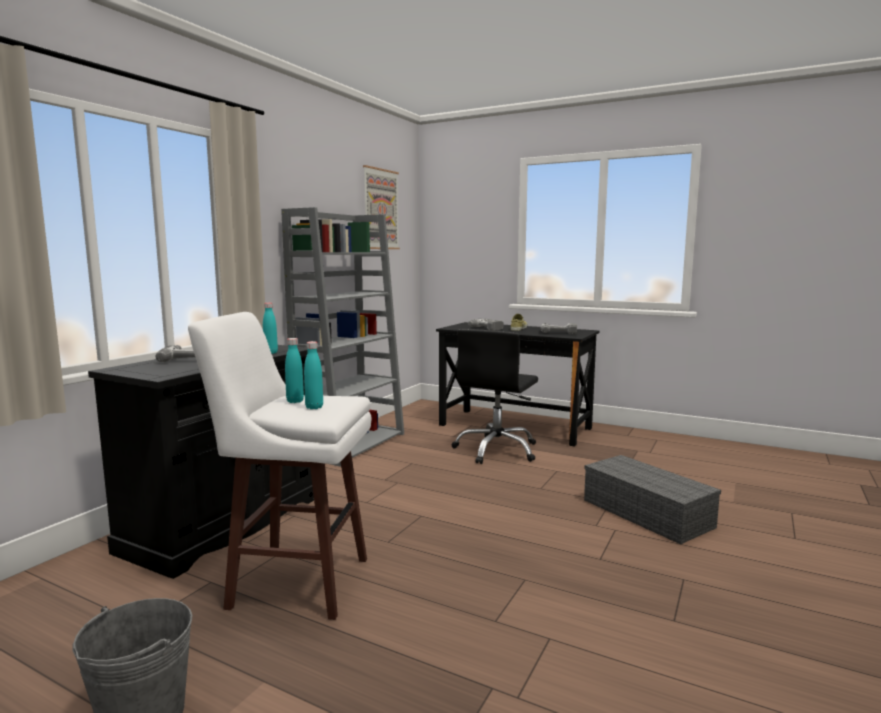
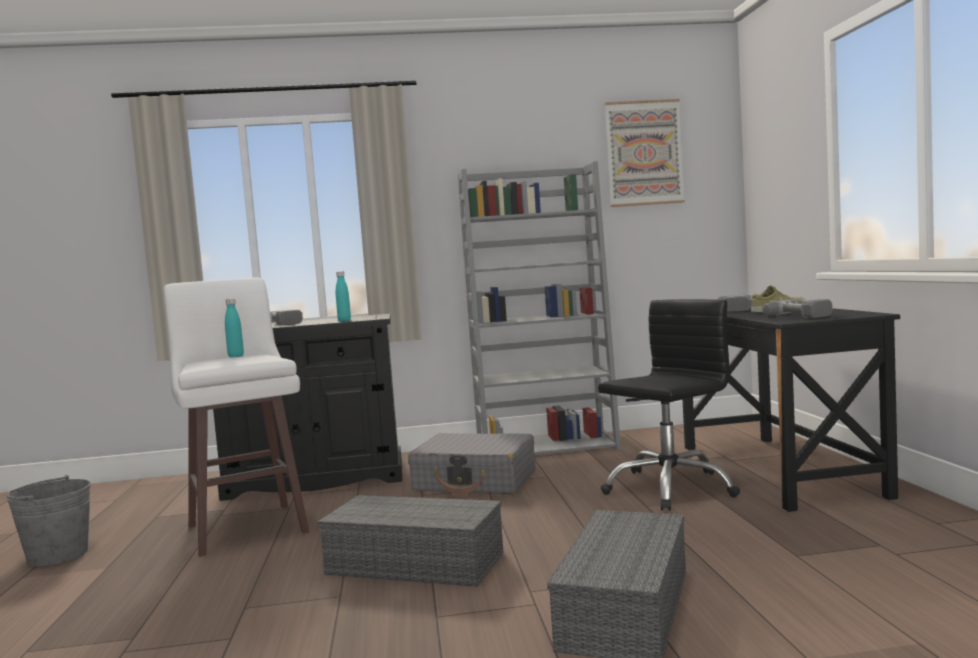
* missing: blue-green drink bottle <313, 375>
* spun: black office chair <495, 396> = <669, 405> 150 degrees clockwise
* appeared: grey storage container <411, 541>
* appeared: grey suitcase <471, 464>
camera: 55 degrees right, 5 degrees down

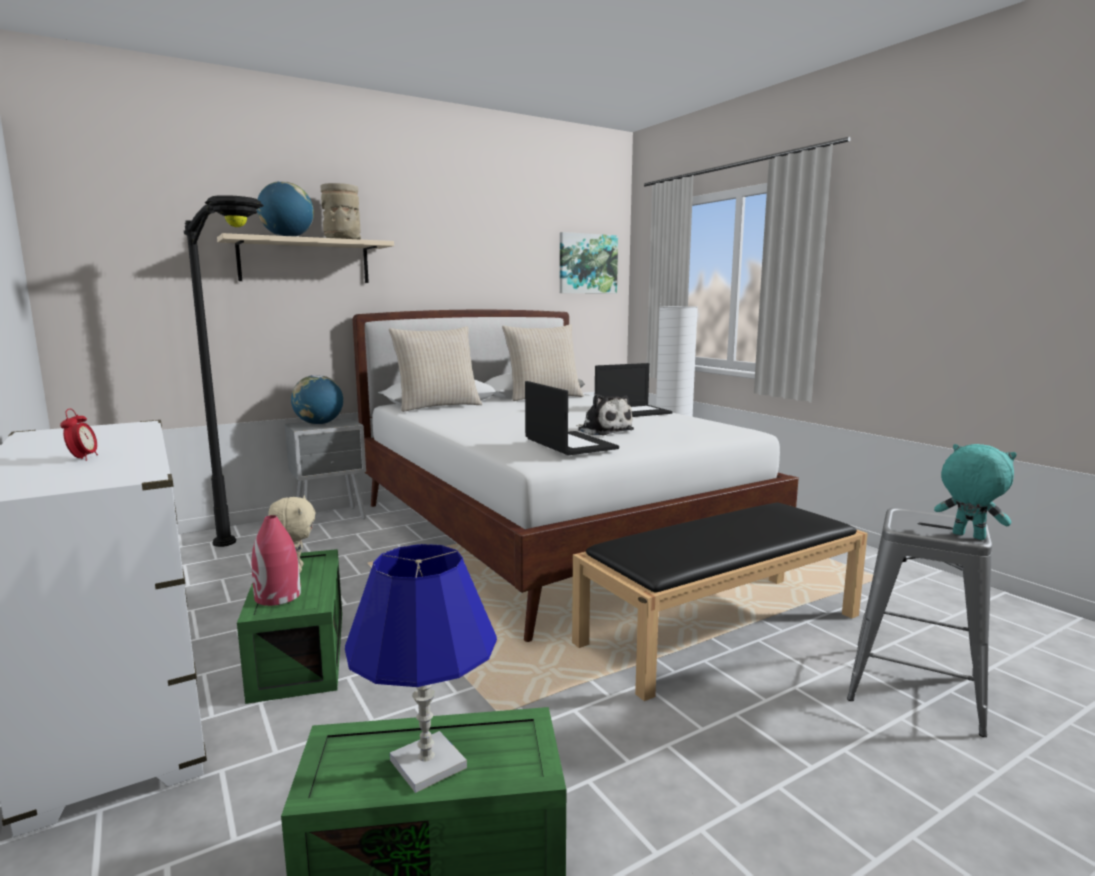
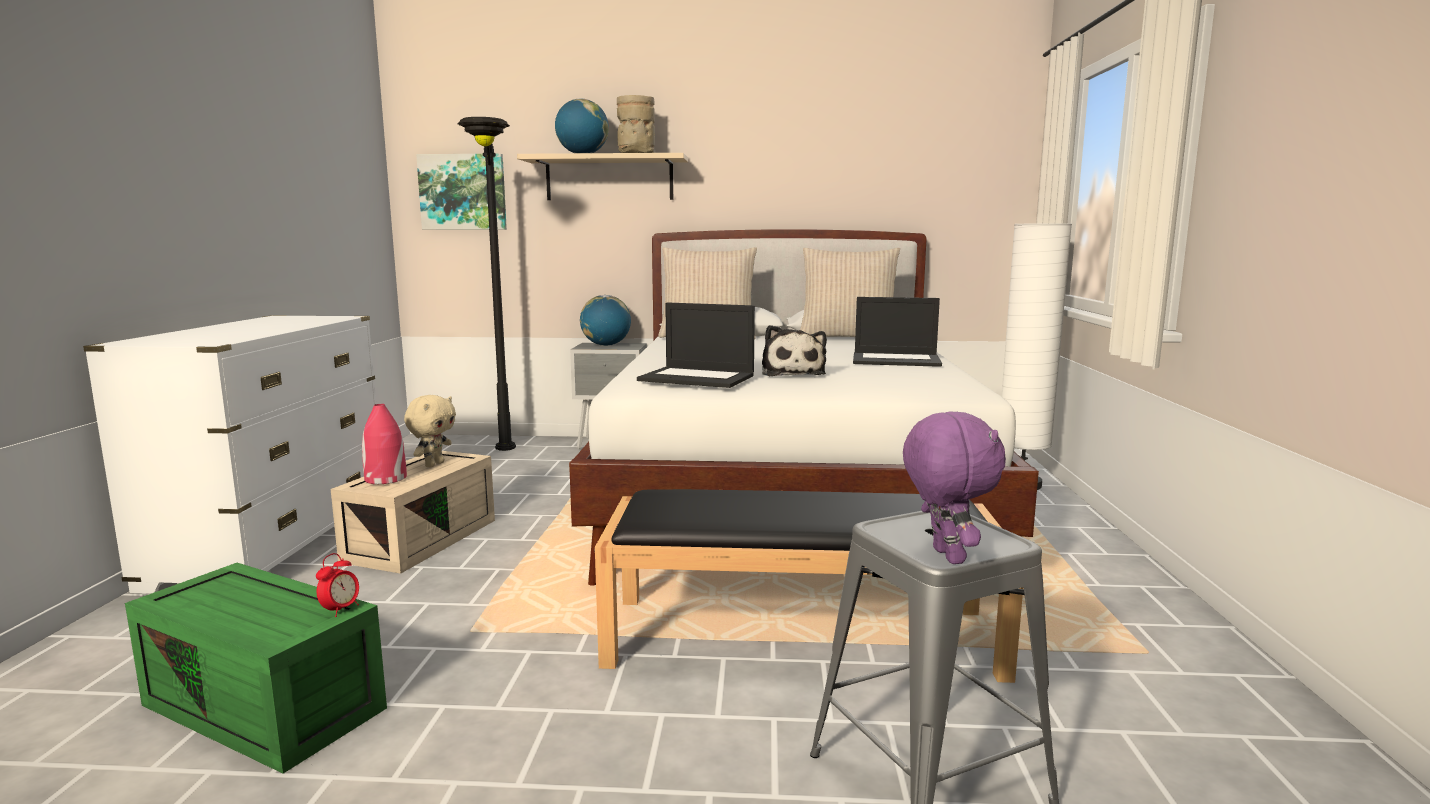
* relocated: bedside clock <79, 435> to <337, 585>
* colour: greenish storage container <289, 626> to beige storage container <413, 512>
* missing: blue lamp for a table <421, 668>
* spun: notebook computer <572, 418> = <696, 345> 105 degrees clockwise
* relocated: wall picture <589, 263> to <461, 192>
* colour: blue-green plush toy <975, 492> to purple plush toy <954, 488>
camera: 35 degrees right, 0 degrees up

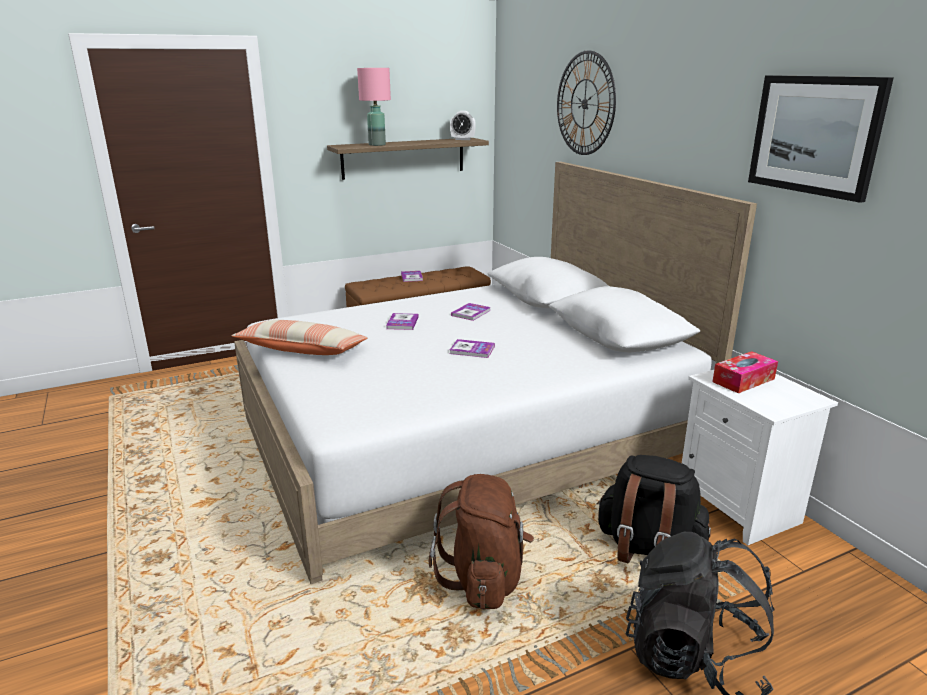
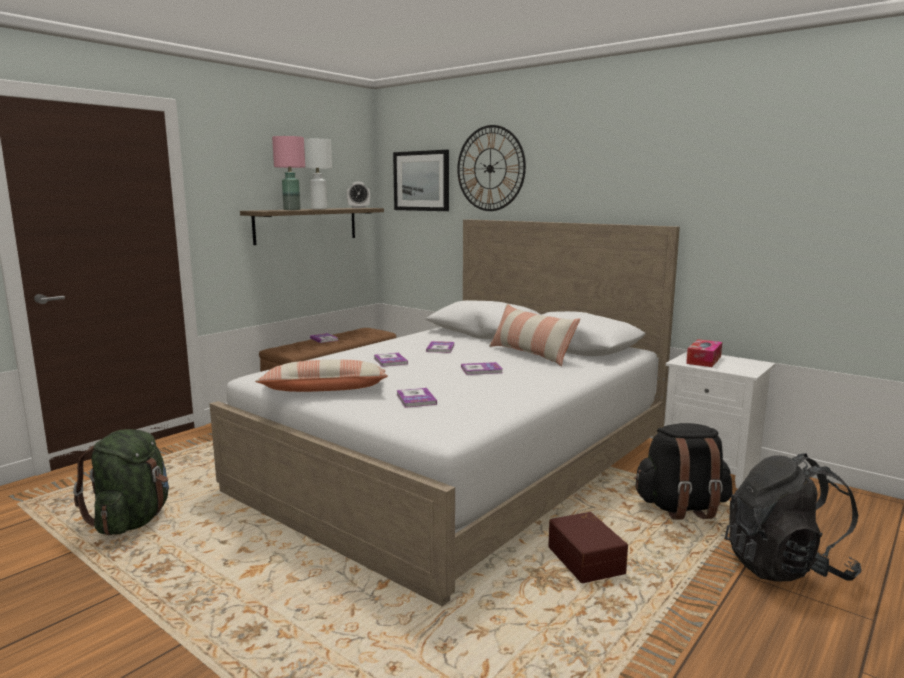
* exchanged: brownish knapsack <481, 542> to brownish storage container <588, 547>
* relocated: wall picture <821, 139> to <421, 180>
* appeared: greenish knapsack <121, 482>
* appeared: white lamp for a table <318, 174>
* appeared: bound book <416, 398>
* appeared: throw pillow <535, 335>
camera: 25 degrees left, 10 degrees down

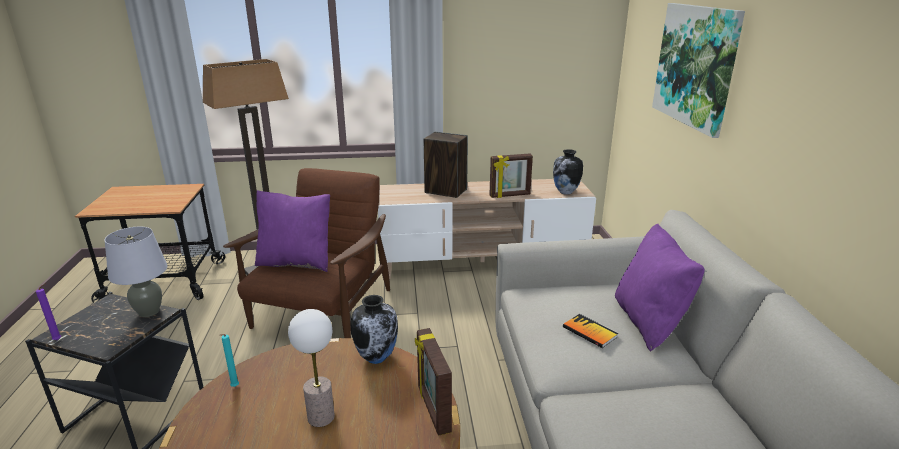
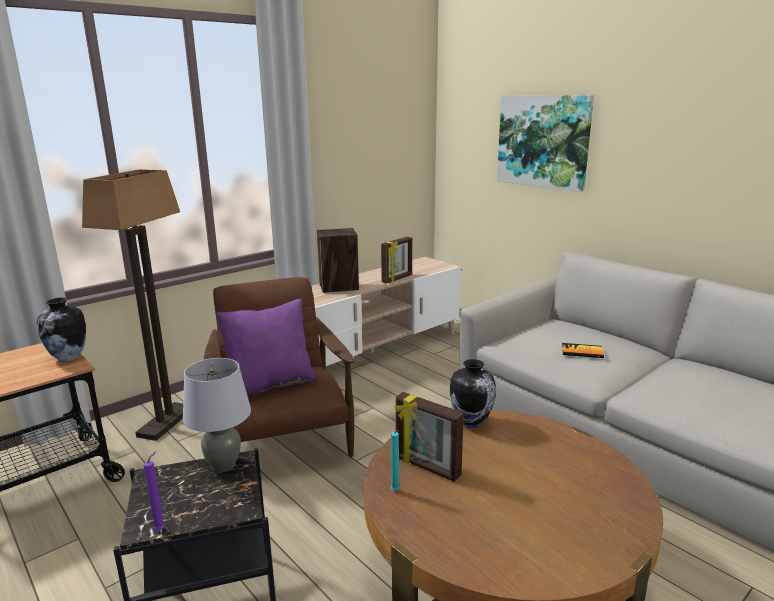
* missing: lamp for a table <311, 368>
* relocated: standing frame <433, 381> to <429, 437>
* relocated: decorative vase <568, 172> to <61, 329>
* missing: purple throw pillow <660, 287>
camera: 35 degrees left, 5 degrees down

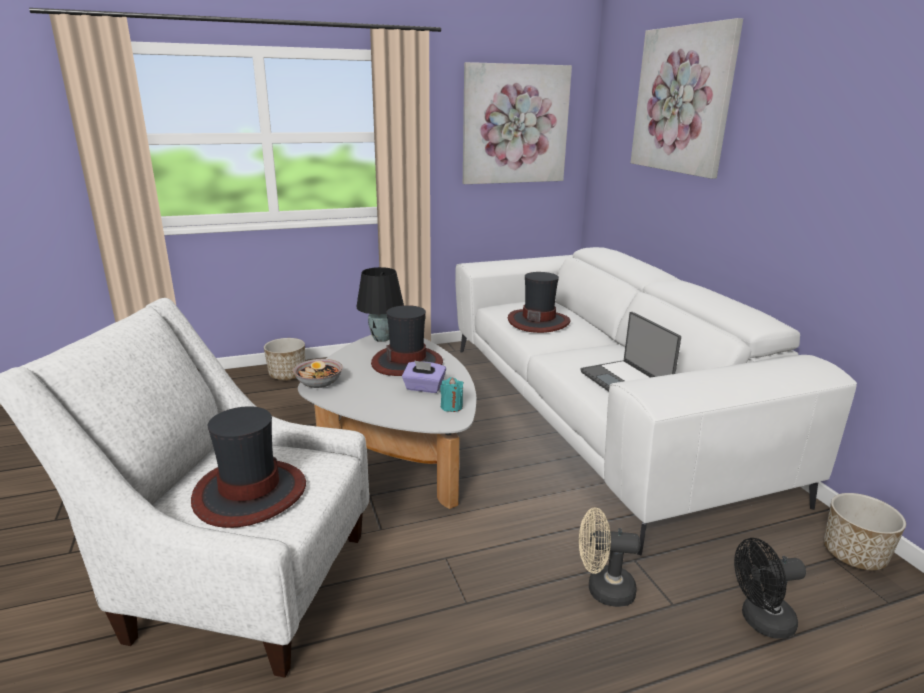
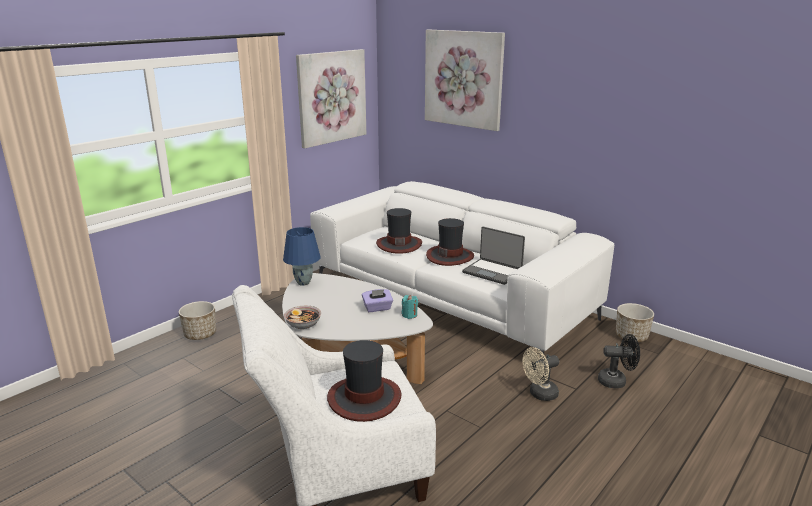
* colour: black lamp for a table <380, 304> to blue lamp for a table <301, 256>
* relocated: wearable hat <407, 340> to <450, 242>
* spun: black fan <770, 588> = <619, 361> 135 degrees counterclockwise
camera: 30 degrees left, 0 degrees up

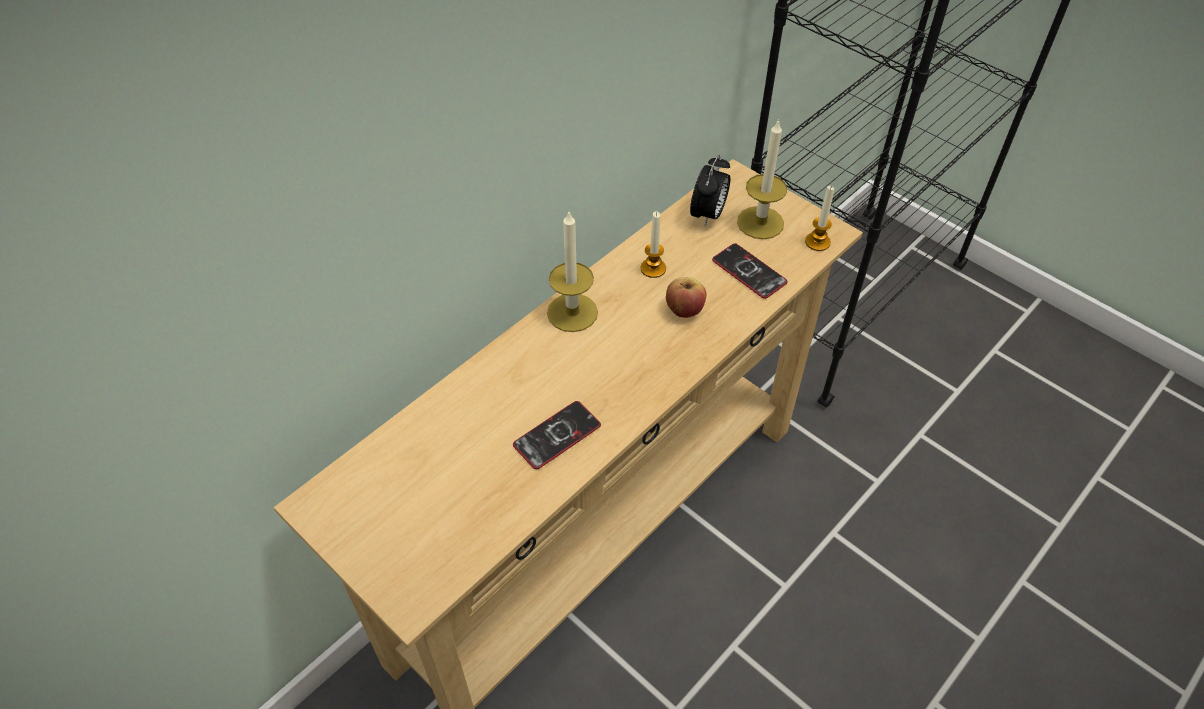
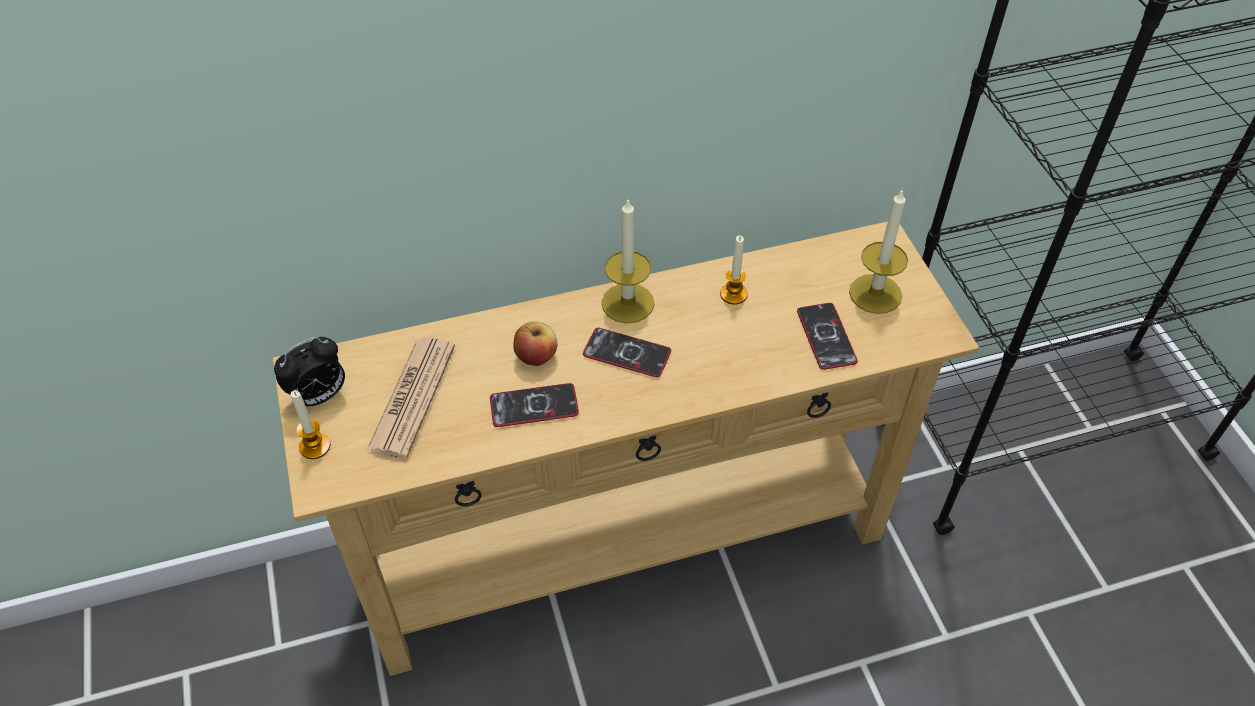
* relocated: apple <686, 297> to <535, 343>
* relocated: bedside clock <710, 190> to <309, 371>
* relocated: wax light <819, 218> to <311, 424>
* appeared: newspaper <410, 398>
* appeared: phone <627, 352>
camera: 30 degrees right, 0 degrees up

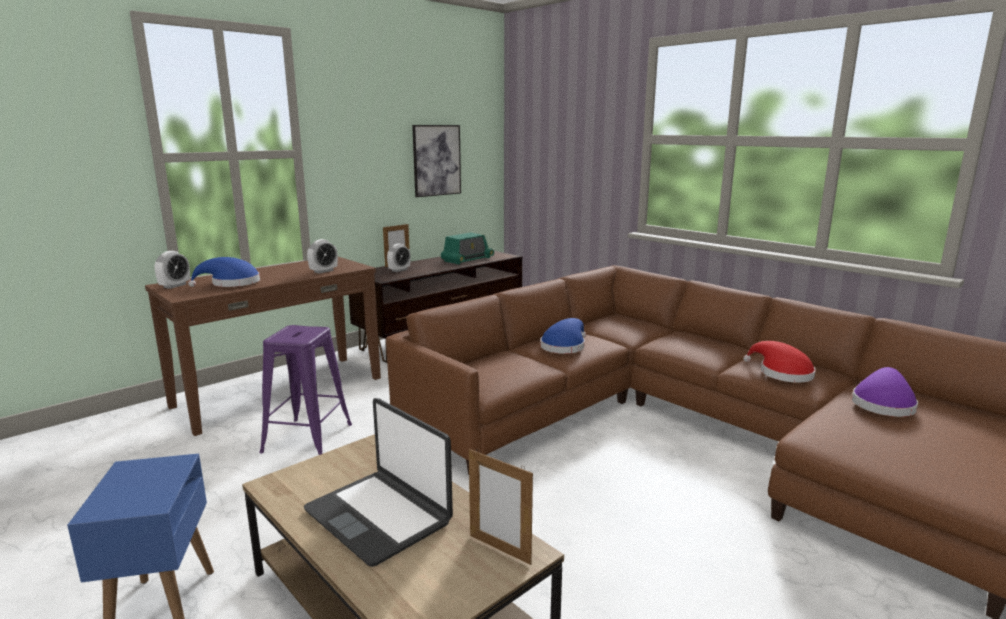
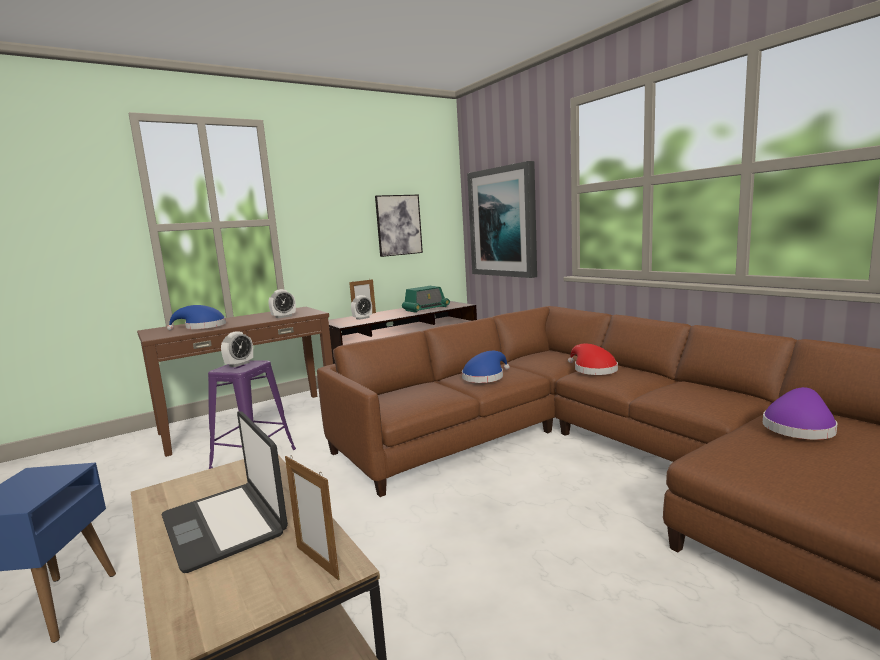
* relocated: bedside clock <172, 270> to <237, 349>
* relocated: reddish wearable hat <779, 362> to <593, 359>
* appeared: wall picture <502, 219>
camera: 10 degrees right, 5 degrees down

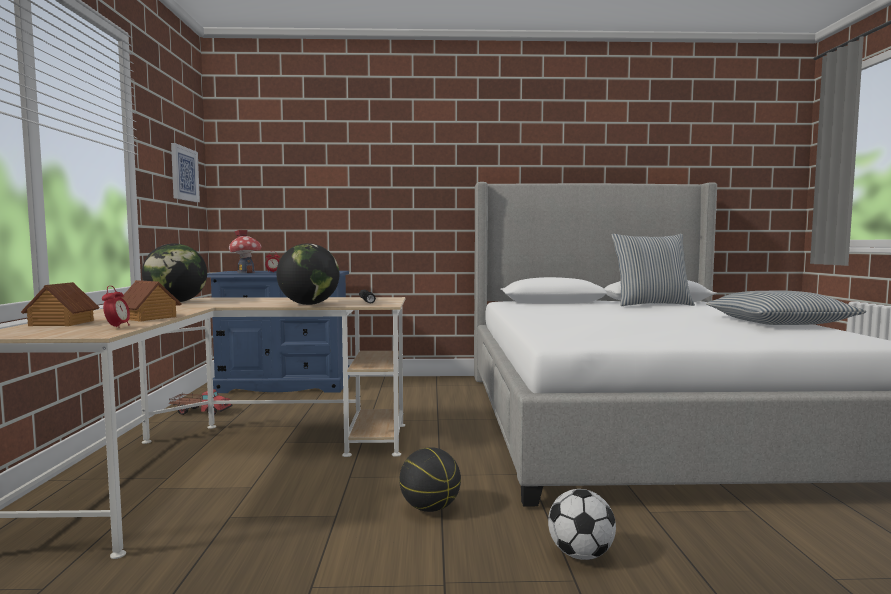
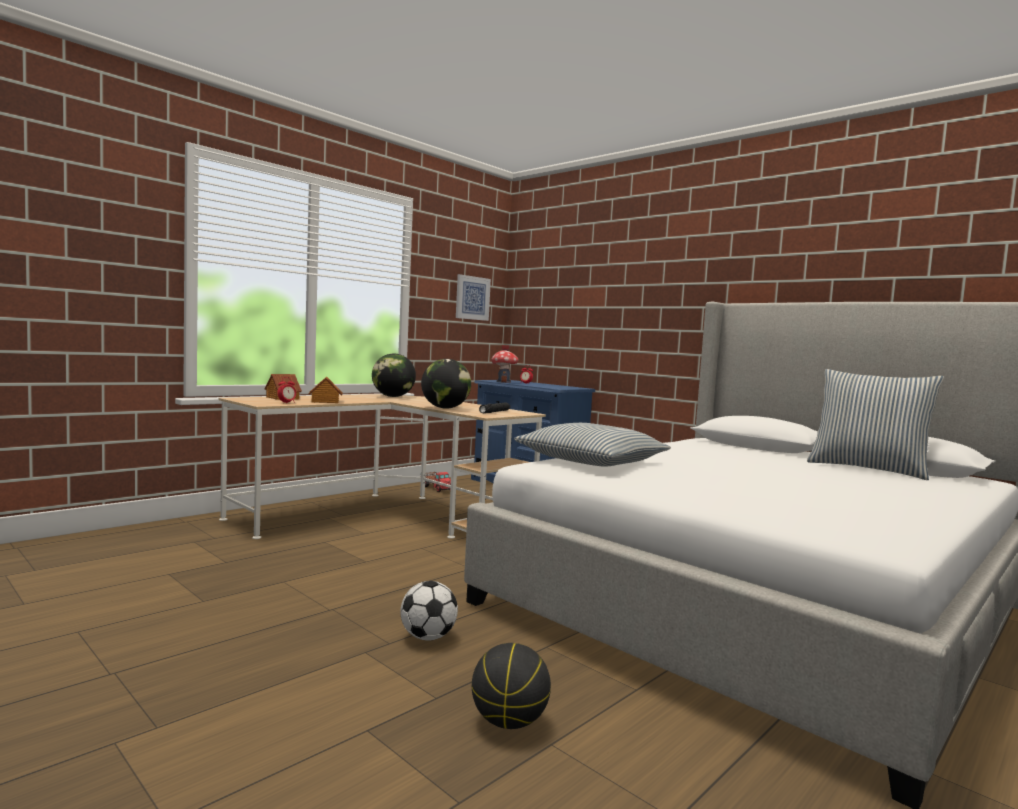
* relocated: basketball ball <430, 479> to <511, 686>
* relocated: throw pillow <786, 308> to <592, 445>
camera: 45 degrees right, 0 degrees up

